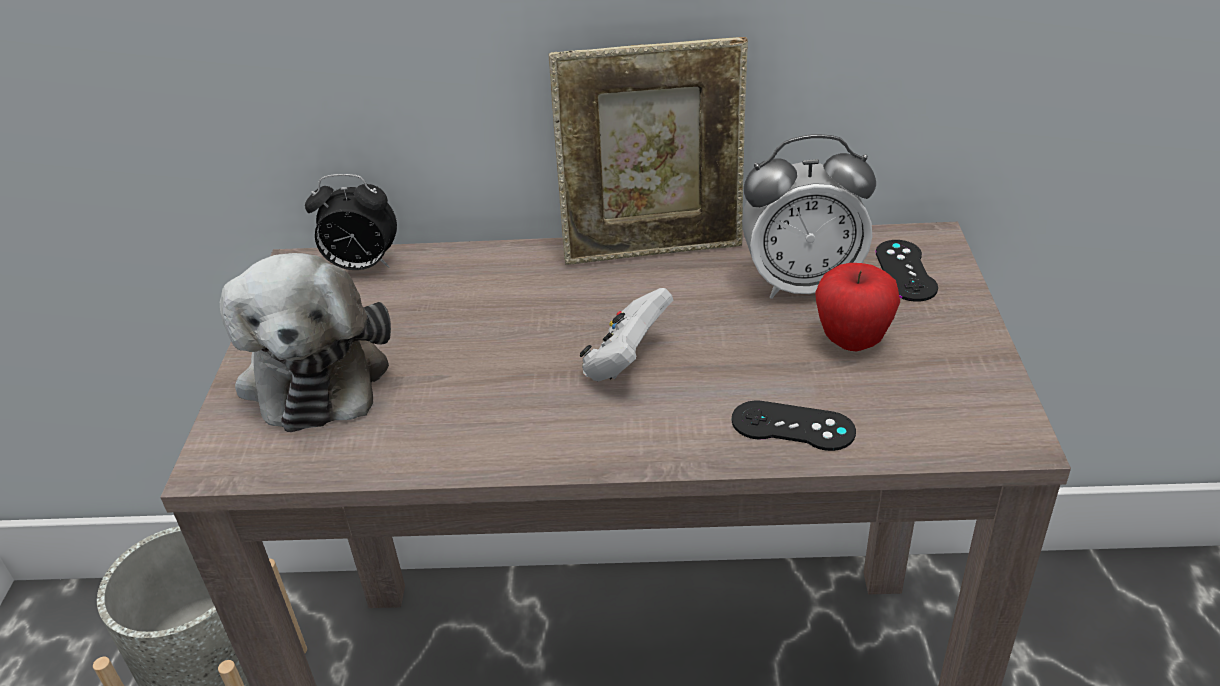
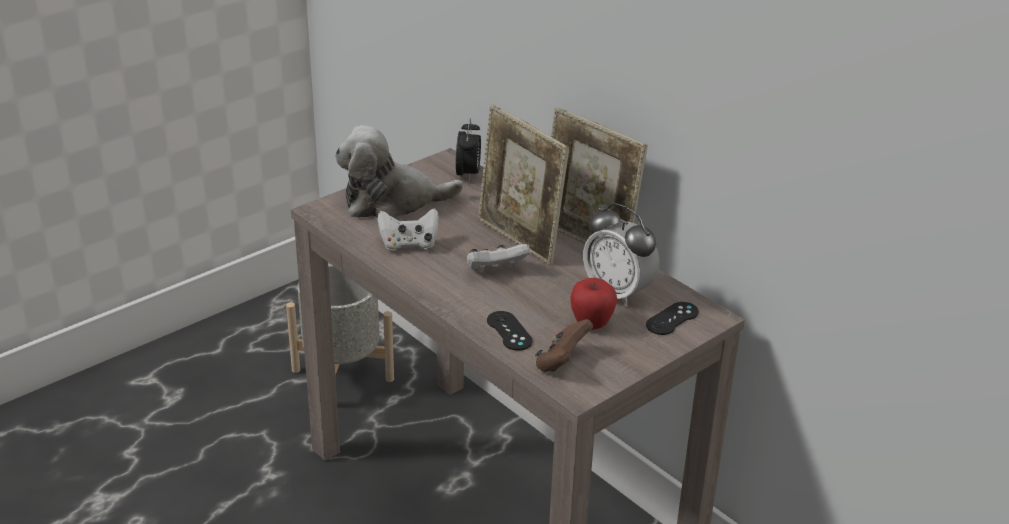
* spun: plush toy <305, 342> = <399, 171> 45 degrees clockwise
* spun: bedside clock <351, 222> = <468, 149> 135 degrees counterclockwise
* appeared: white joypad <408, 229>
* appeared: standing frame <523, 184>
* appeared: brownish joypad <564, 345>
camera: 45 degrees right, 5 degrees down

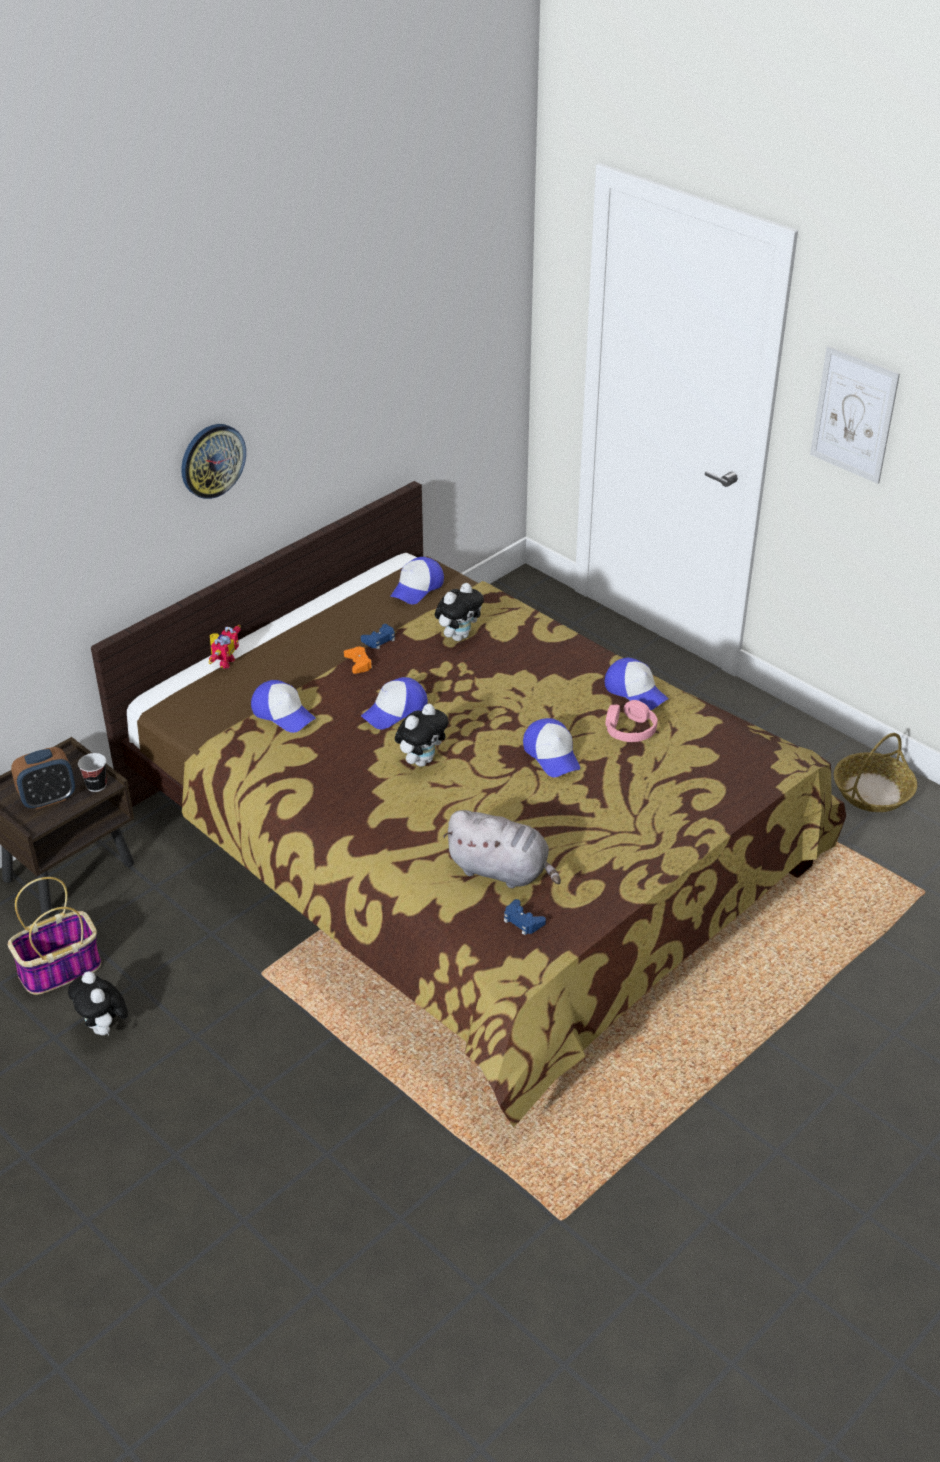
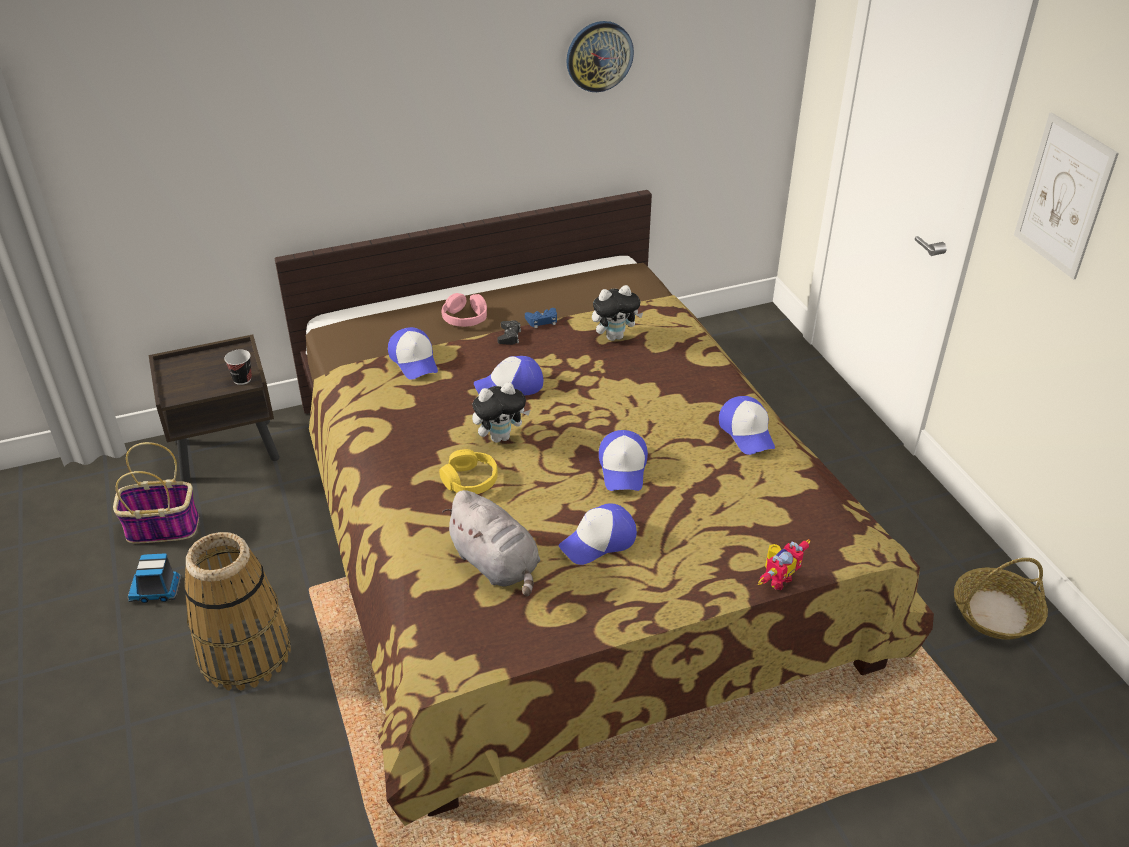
* missing: bedside clock <43, 778>
* exchanged: plush toy <98, 1003> to toy lorry <154, 578>
* relocated: wall clock <213, 461> to <600, 56>
* relocated: toy robot <225, 647> to <784, 565>
* colour: orange-coloured joypad <358, 660> to black joypad <509, 332>
* relocated: peaked cap <417, 581> to <597, 534>
* missing: blue joypad <525, 917>
* relocated: pink headset <631, 721> to <464, 310>
* appeared: household basket <237, 611>
* appeared: yellow-coloured headset <468, 471>
camera: 25 degrees right, 0 degrees up

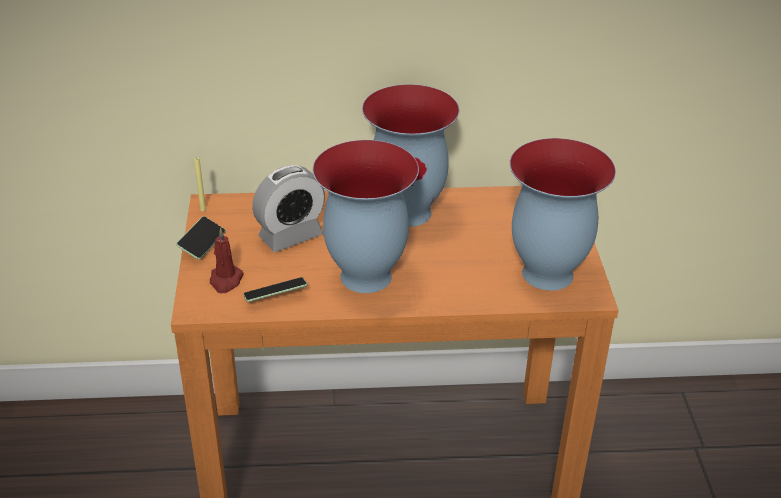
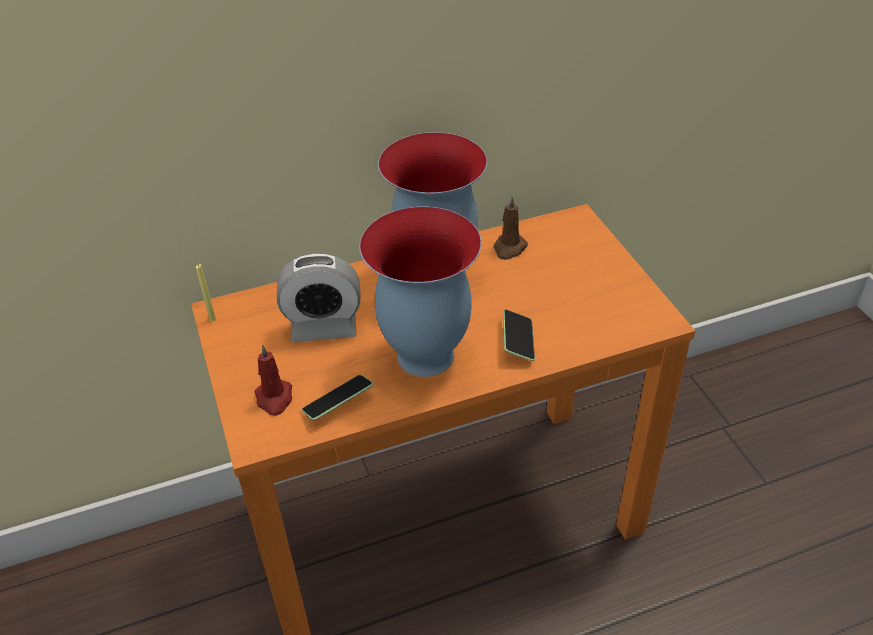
* relocated: phone <201, 238> to <519, 335>
* spun: bedside clock <288, 208> = <319, 297> 45 degrees clockwise
* missing: decorative vase <563, 214>
* appeared: brownish wax light <510, 228>
camera: 15 degrees left, 5 degrees up

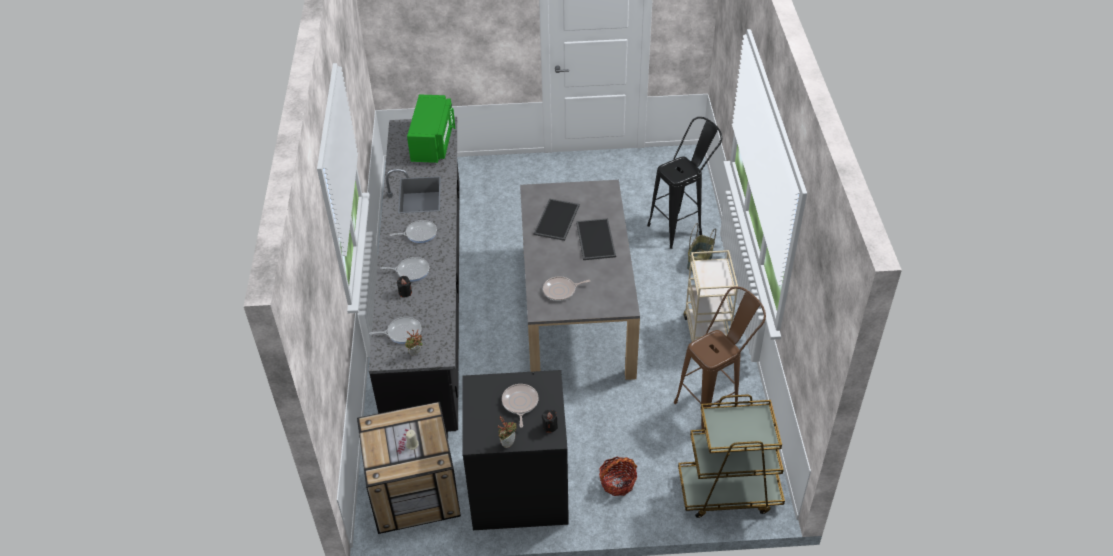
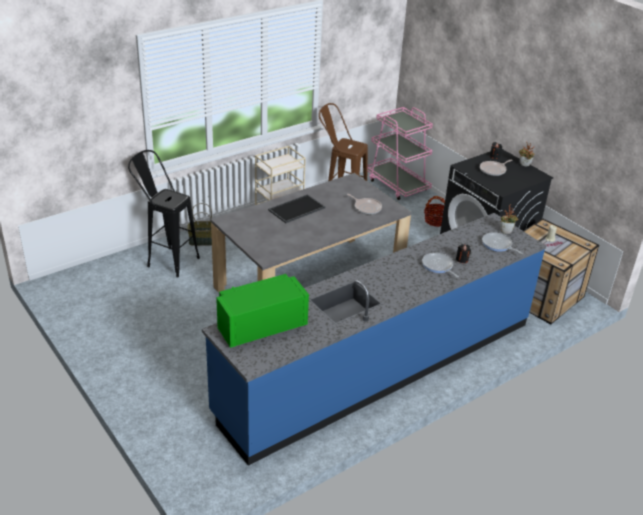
* colour: black kitchen base unit <414, 277> to blue kitchen base unit <374, 339>
* missing: frying pan <413, 231>
* missing: tray <557, 220>
* colour: brownish trolley <731, 456> to pink trolley <400, 153>
camera: 125 degrees left, 10 degrees down

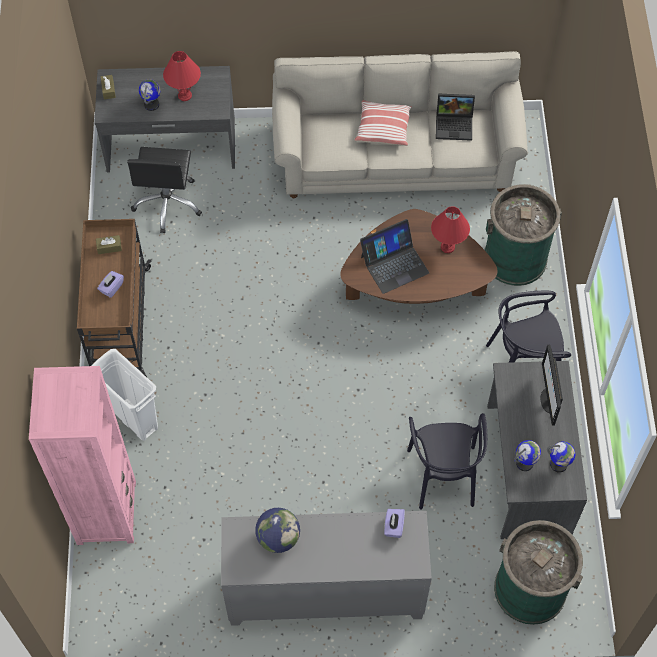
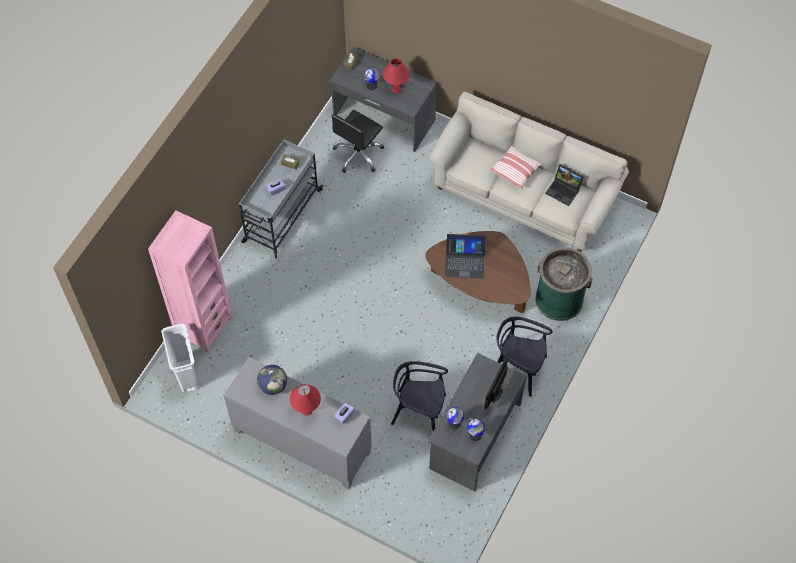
* colour: brownish trolley <114, 298> to grey trolley <281, 198>
* relocated: white trash can <124, 394> to <179, 358>
* spun: black chair <447, 461> = <419, 396> 75 degrees clockwise
* relocated: reddish lamp for a table <450, 229> to <305, 400>
* missing: greenish trash can <538, 572>
camera: 30 degrees right, 0 degrees up

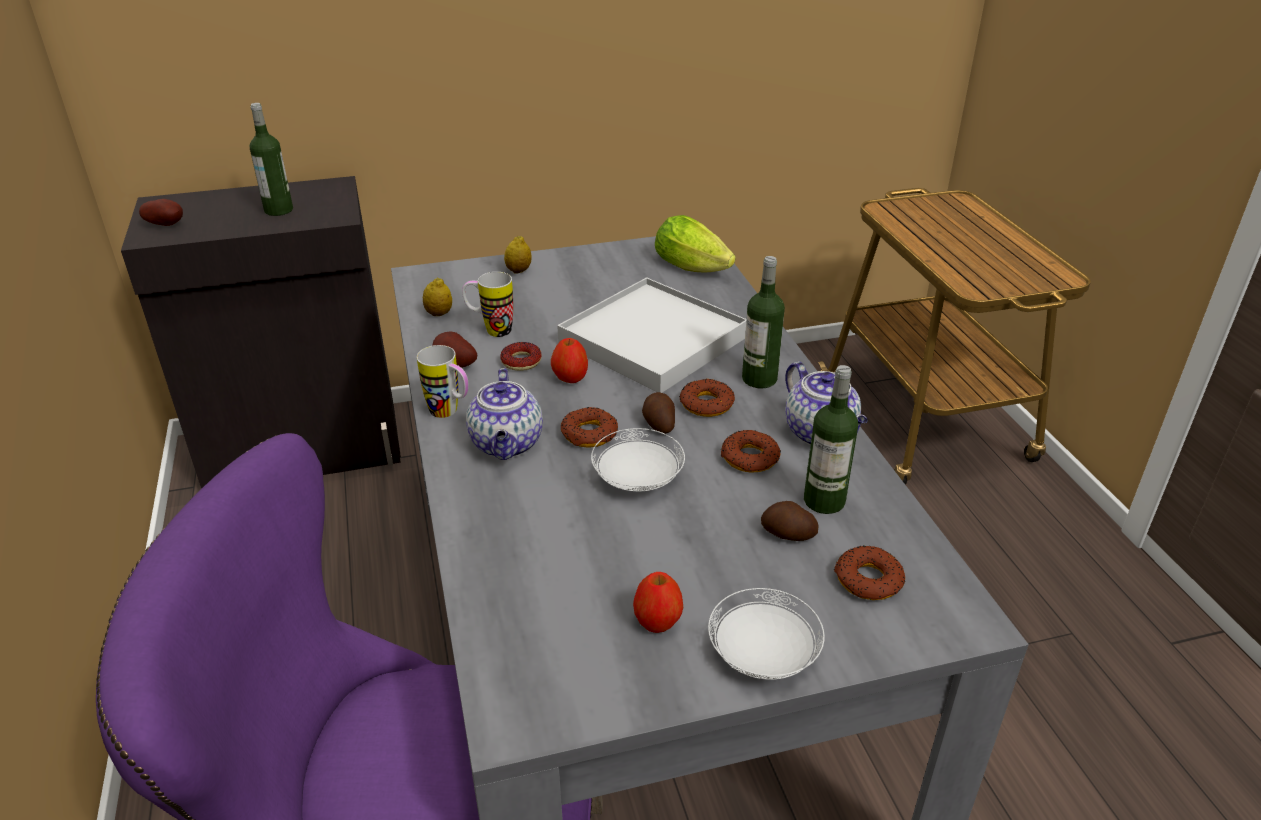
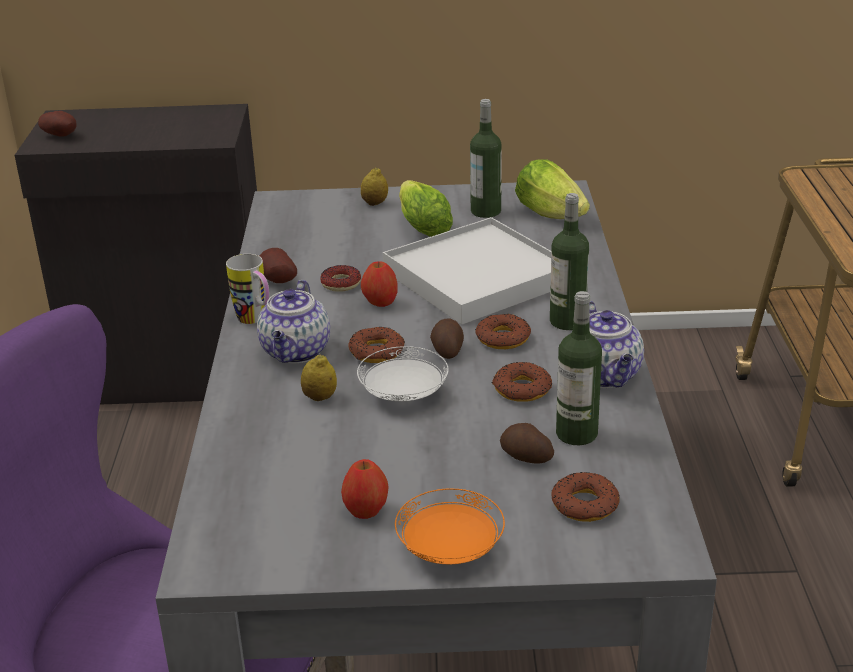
* relocated: drink bottle <271, 159> to <486, 158>
* relocated: whole lemon <437, 297> to <319, 377>
* missing: mug <487, 304>
* colour: white dinner plate <766, 634> to orange-coloured dinner plate <450, 526>
* appeared: lettuce head <426, 208>
camera: 15 degrees right, 5 degrees down

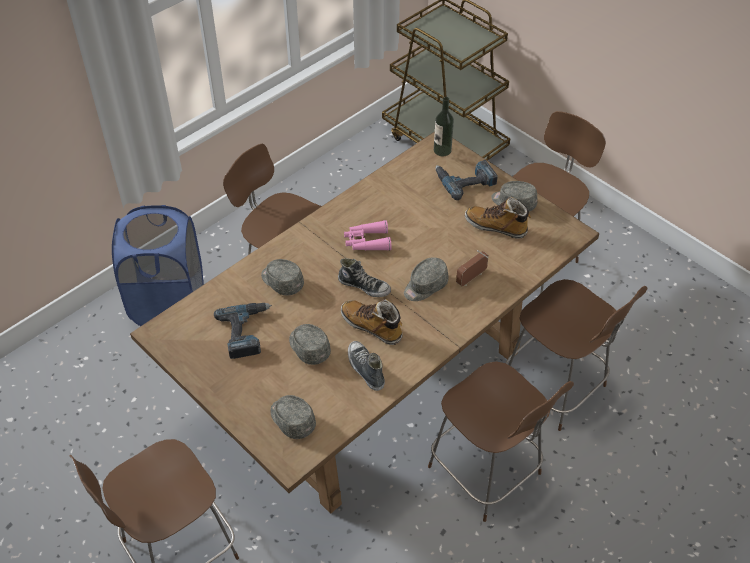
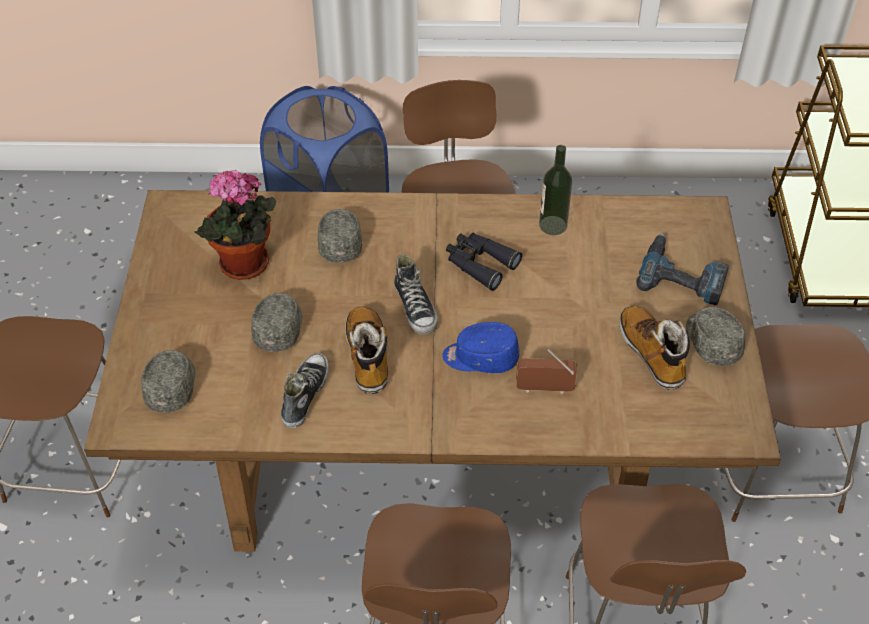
* exchanged: electric drill <243, 331> to potted plant <235, 225>
* colour: pink binoculars <368, 235> to black binoculars <484, 262>
* colour: grey peaked cap <426, 279> to blue peaked cap <480, 347>
* relocated: drink bottle <444, 126> to <555, 190>
camera: 45 degrees right, 0 degrees up

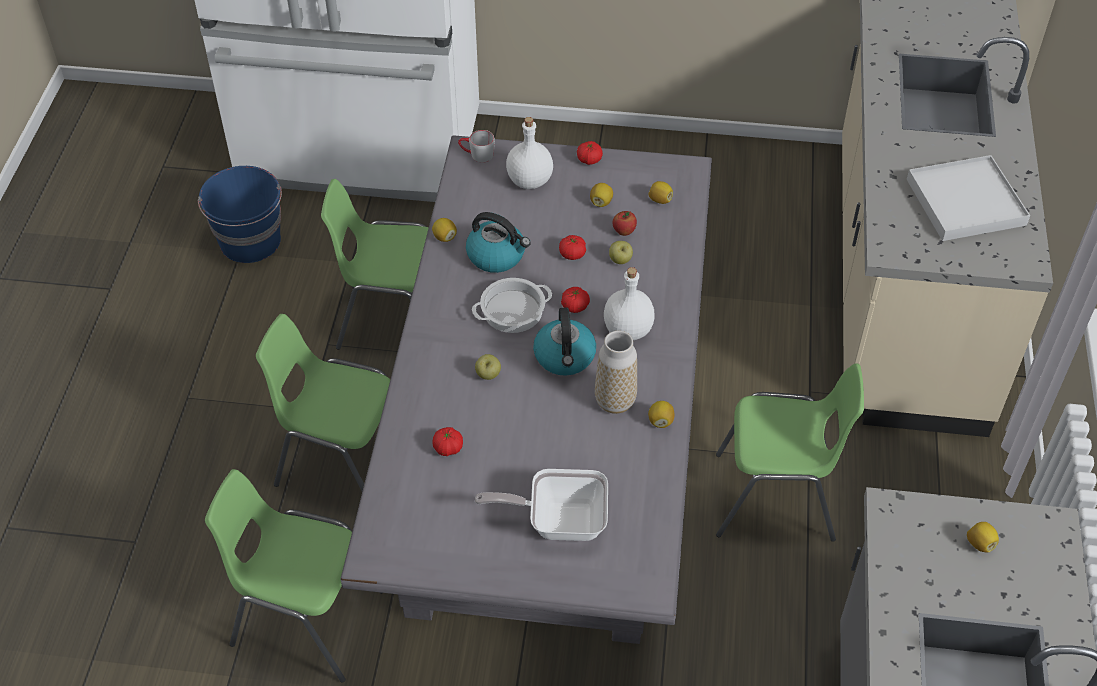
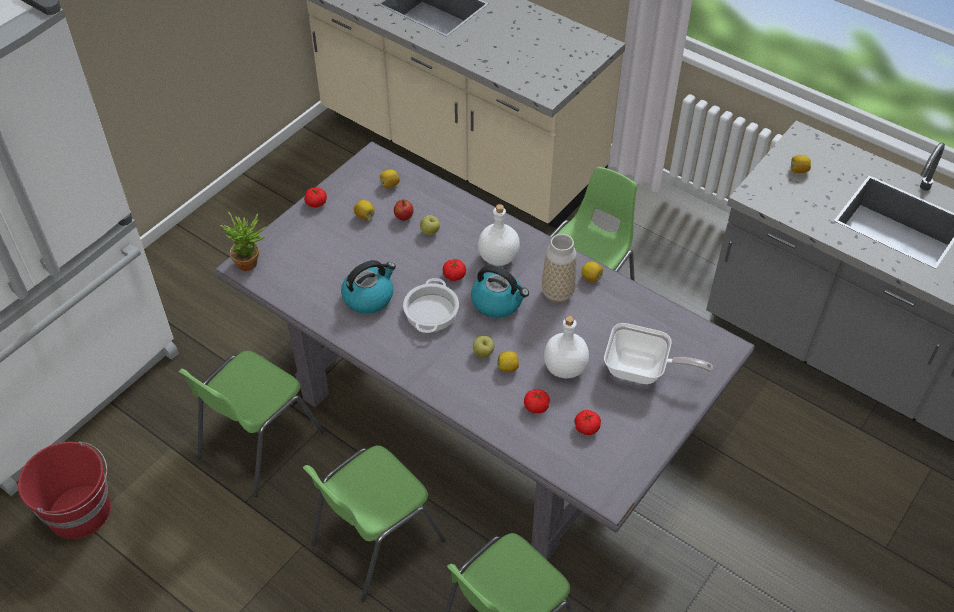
* colour: blue bucket <240, 214> to reddish bucket <64, 490>
* relocated: whole lemon <444, 230> to <508, 361>
* exchanged: grey mug <476, 146> to potted plant <244, 241>
* spun: frying pan <541, 505> = <658, 353> 105 degrees counterclockwise
* relocated: white drink bottle <529, 153> to <566, 347>
* relocated: tomato <572, 247> to <587, 422>
* missing: white tray <968, 198>
camera: 60 degrees left, 0 degrees up

